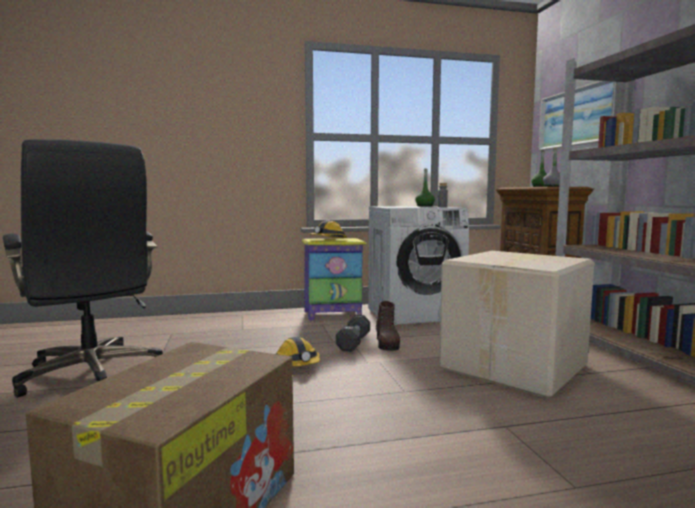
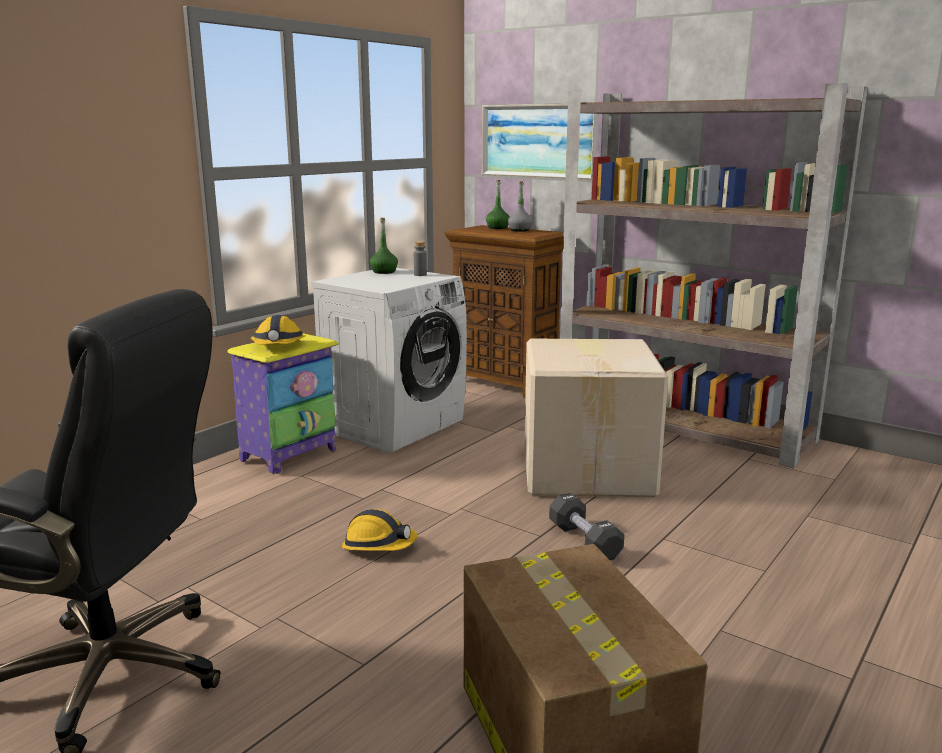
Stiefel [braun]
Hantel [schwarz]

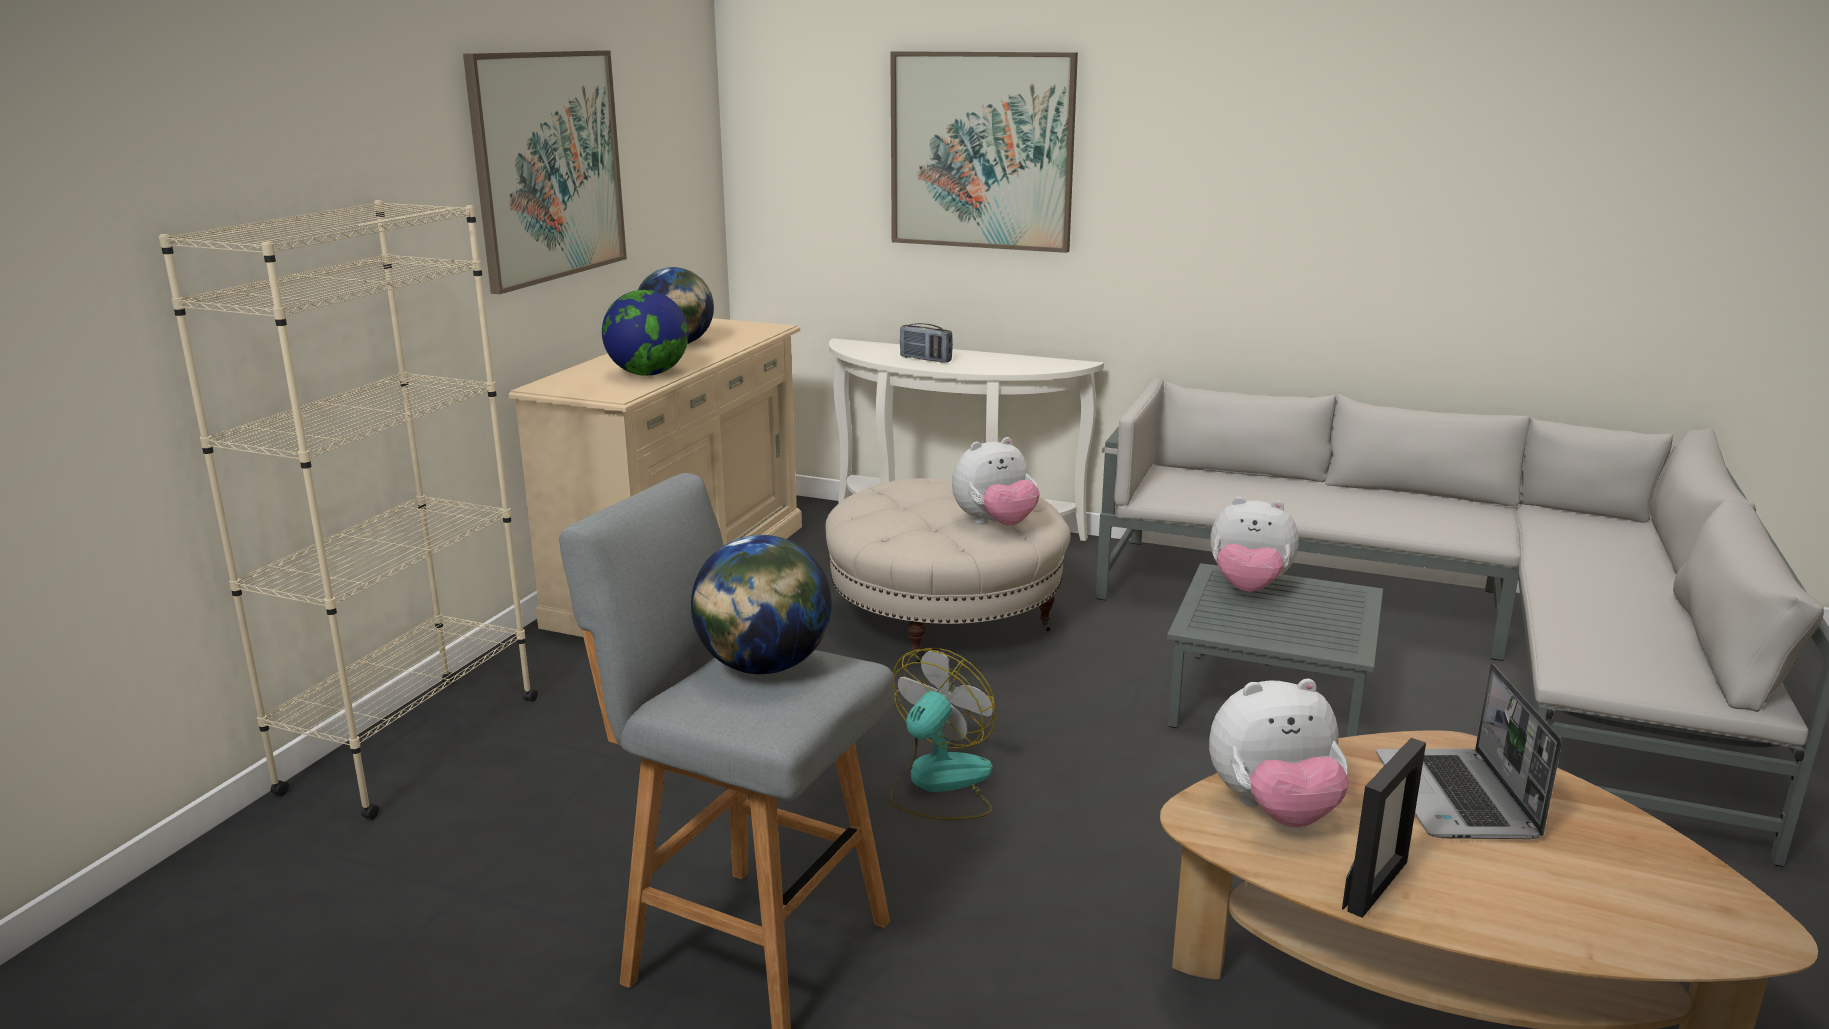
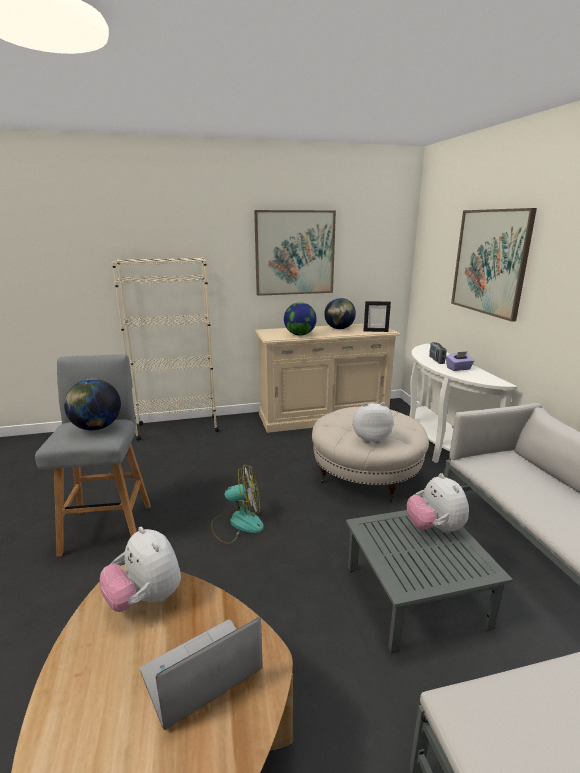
Taschentuchbox [lila]
Bilderrahmen
Plüschtier (2nd from left)

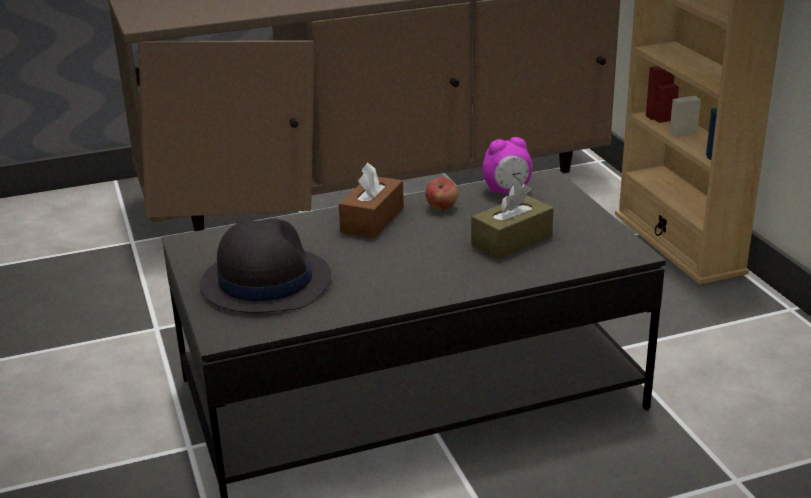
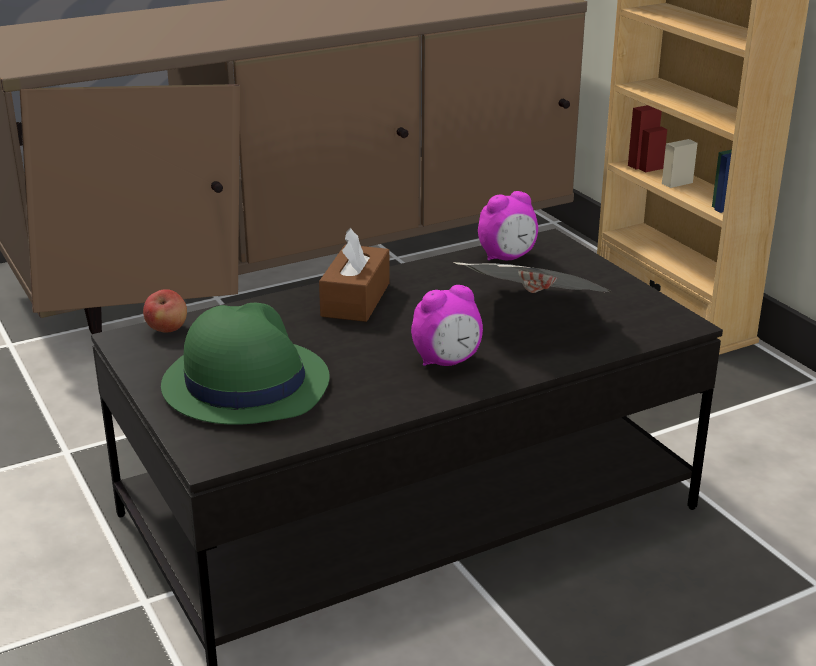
Wecker (1st from left)
Apfel
Zeitung
Hut [grün]

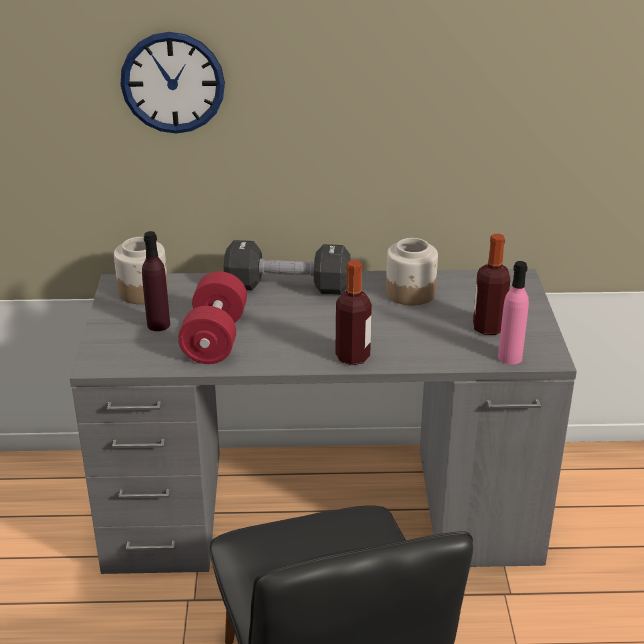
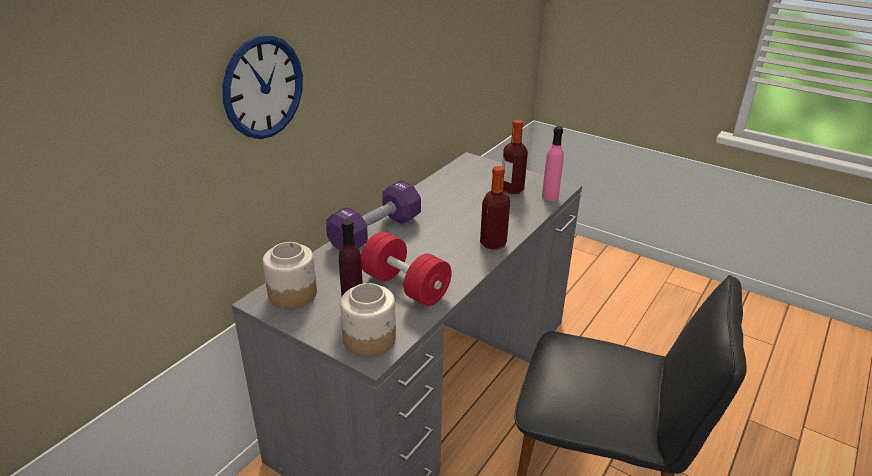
Vorratsglas (2nd from left)
Hantel [lila]

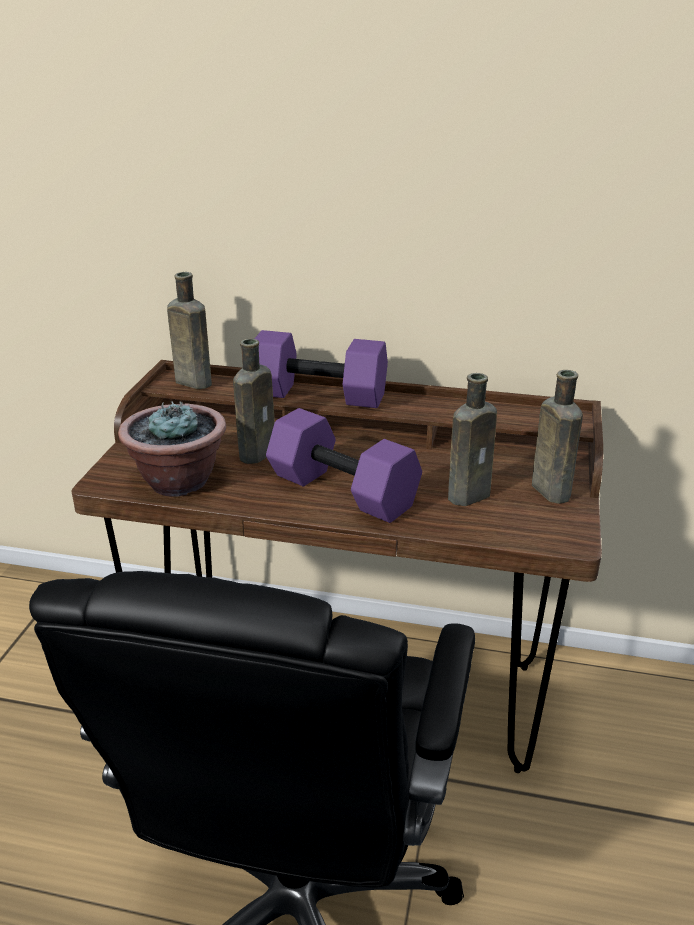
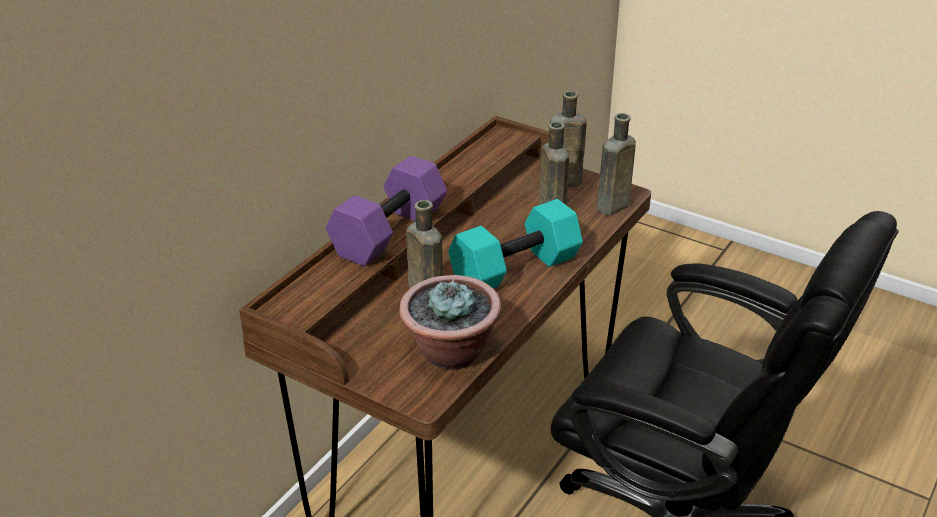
Flasche [braun] (4th from left)
Hantel [türkis]

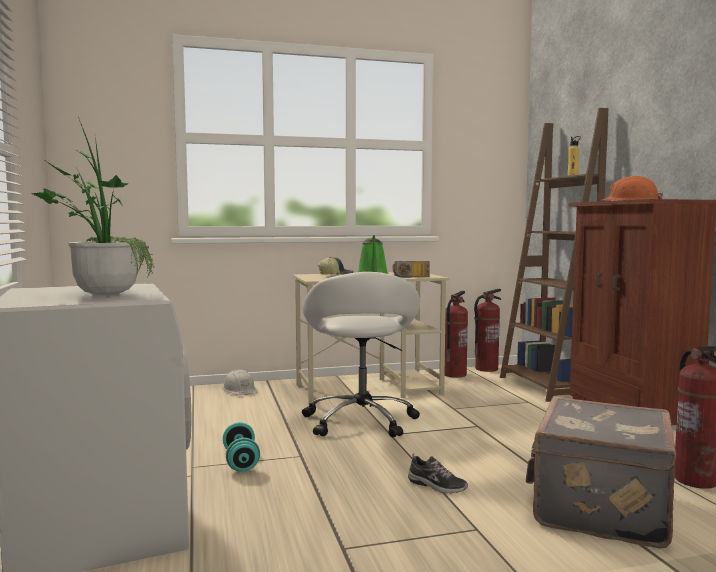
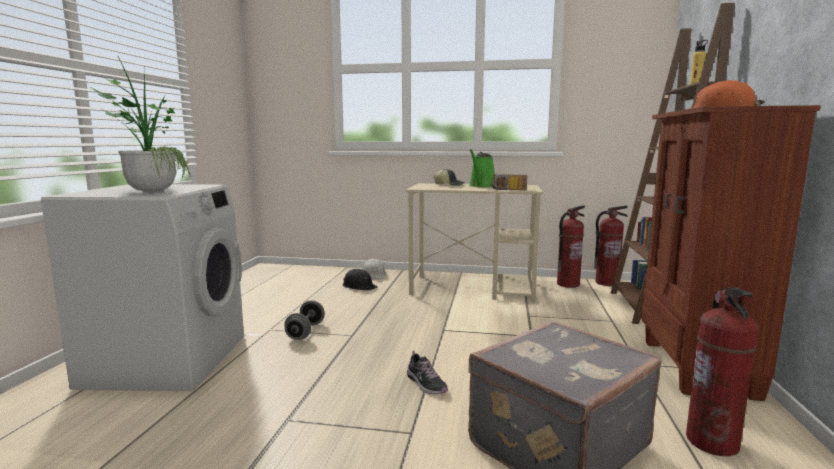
Bürostuhl [weiß]
Schutzhelm [schwarz]
Hantel [grau]

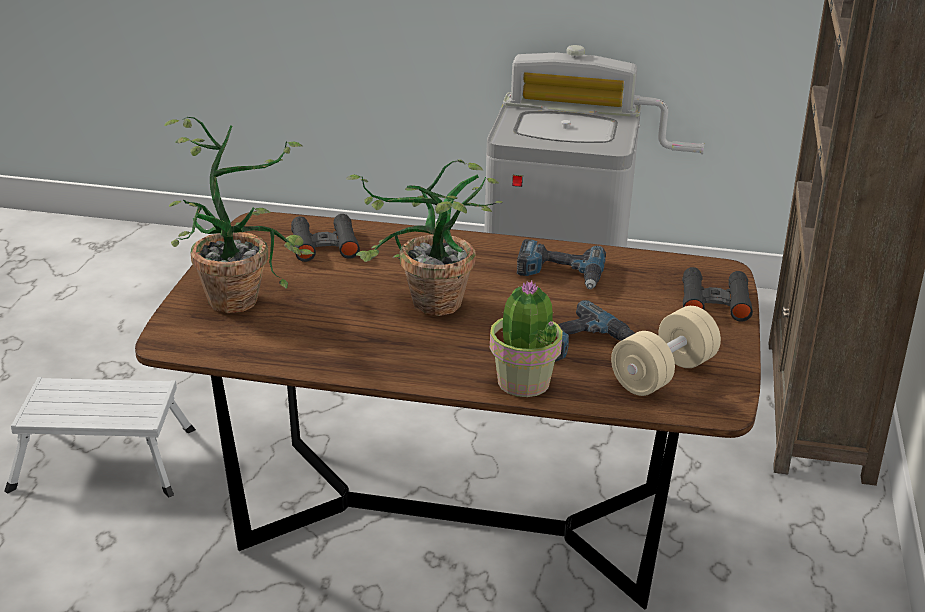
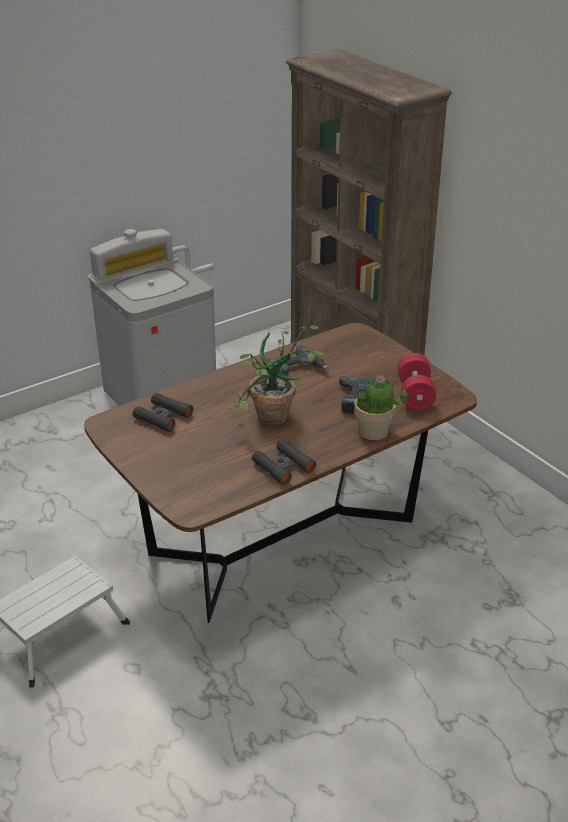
Topfpflanze (1st from left in the first image)
Fernglas [schwarz] (2nd from left)
Hantel [rot]

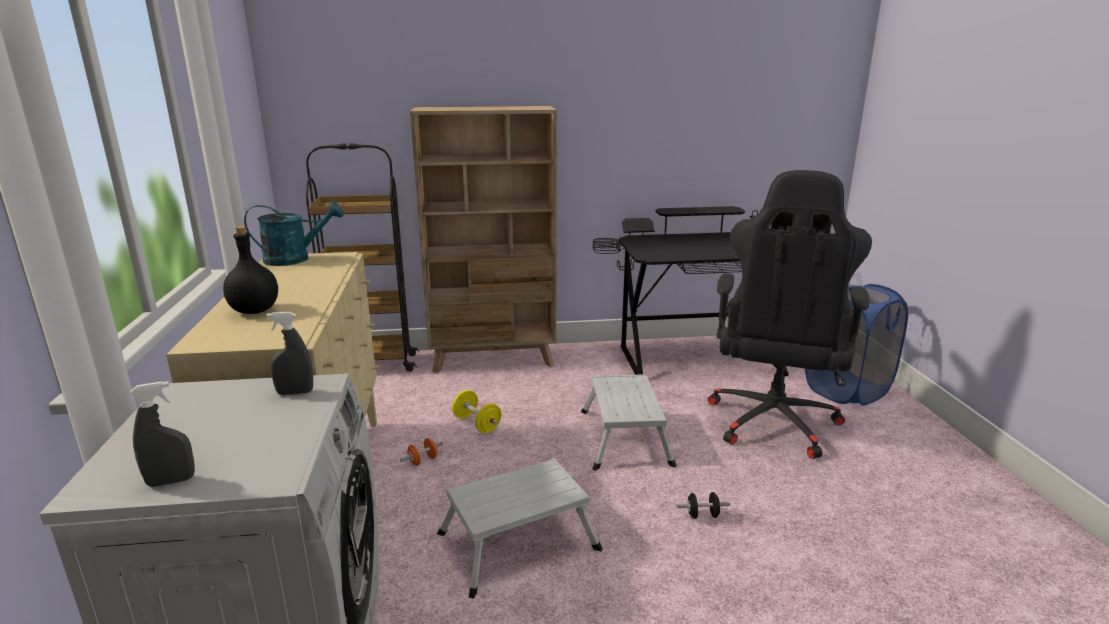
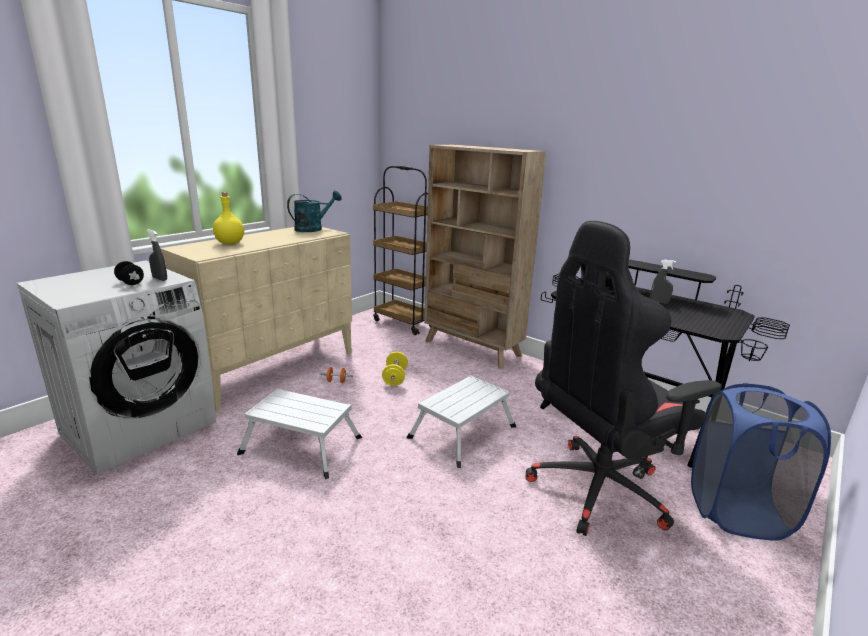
Sprühflasche [grau] (2nd from left)
Hantel [schwarz]
Flasche [gelb]
Gießkanne [türkis]

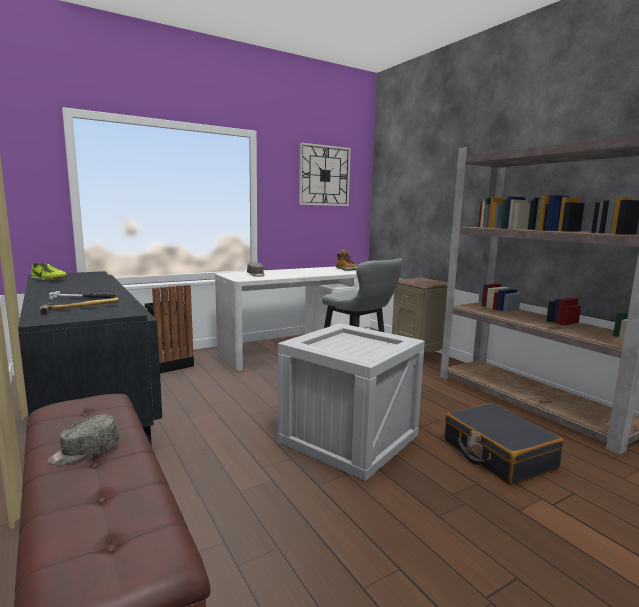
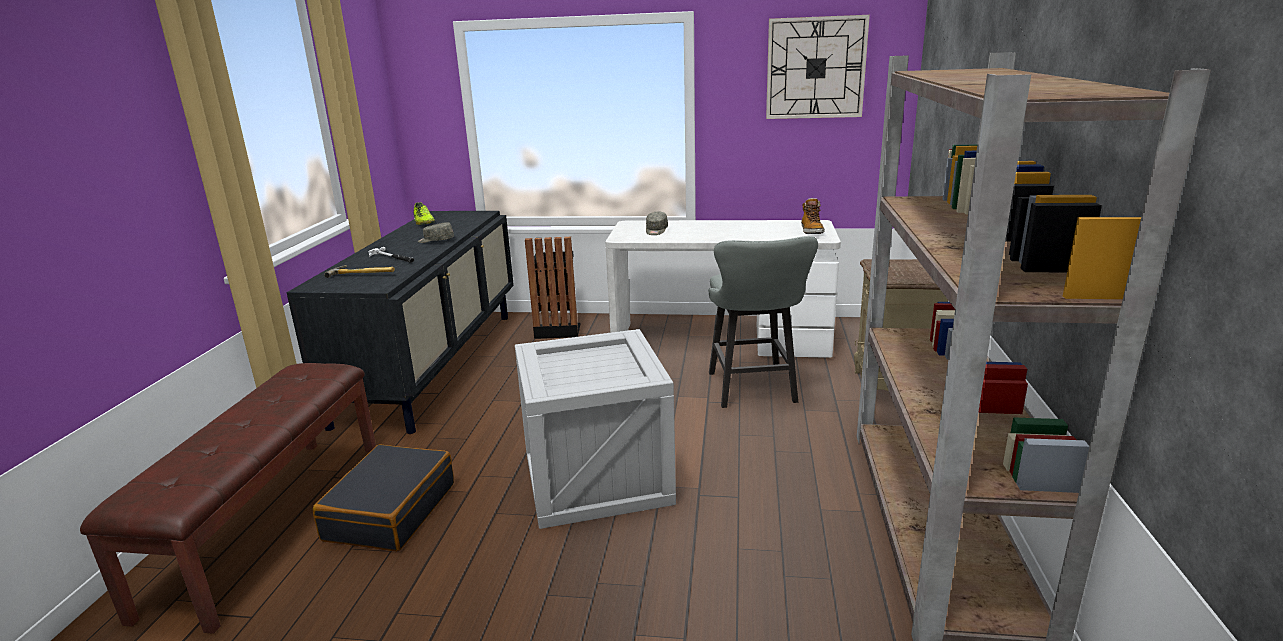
Kappe [grau] (1st from left)
Koffer [schwarz]

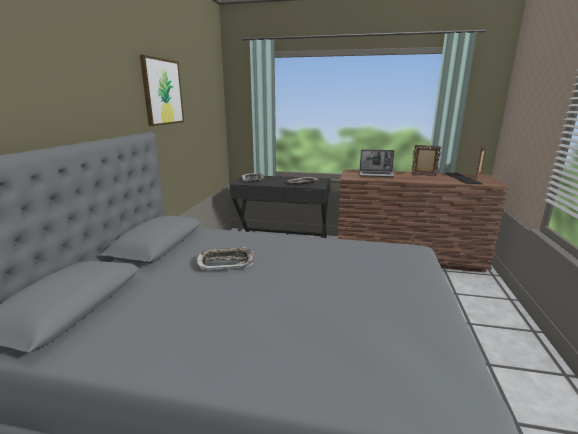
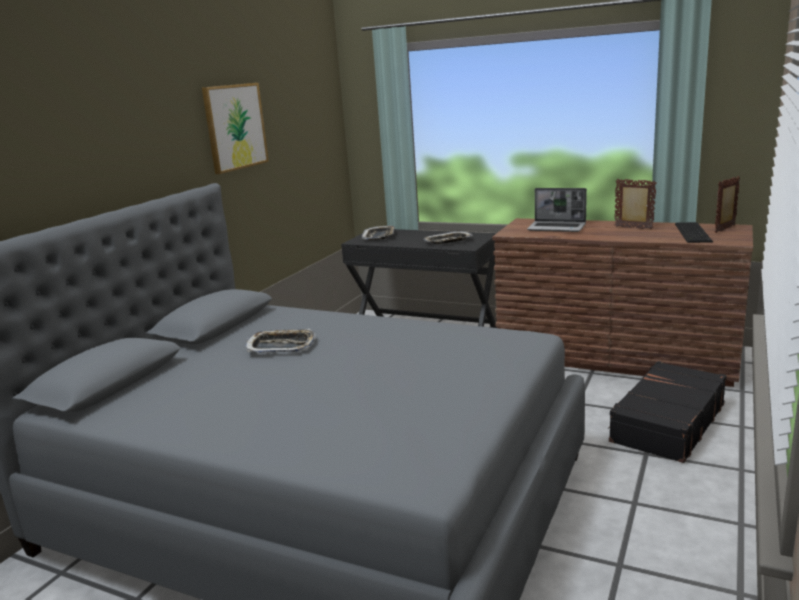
Koffer [schwarz]

